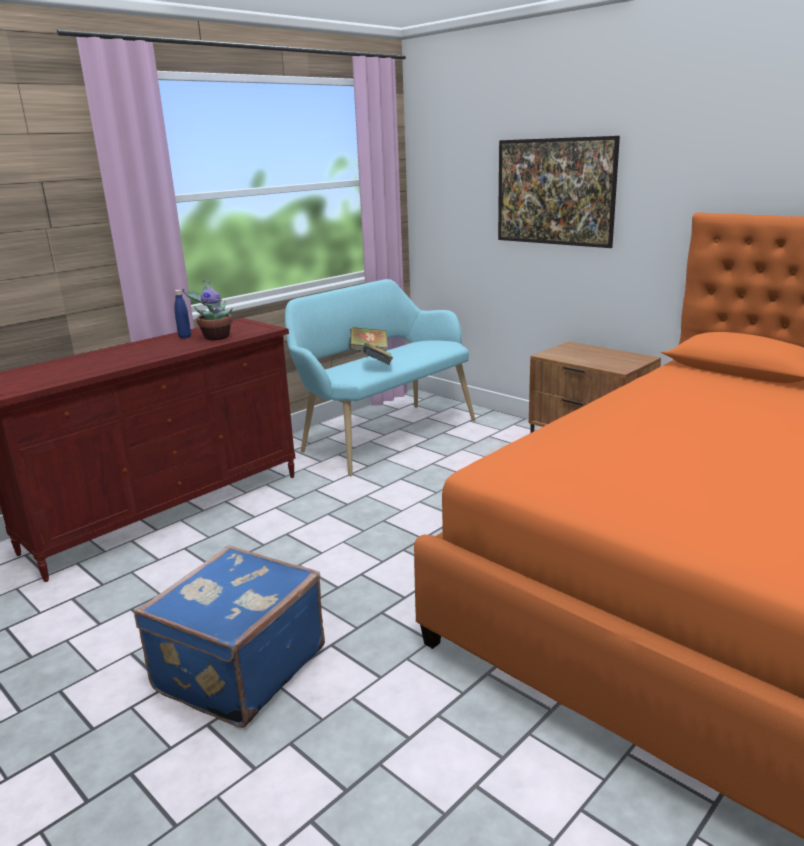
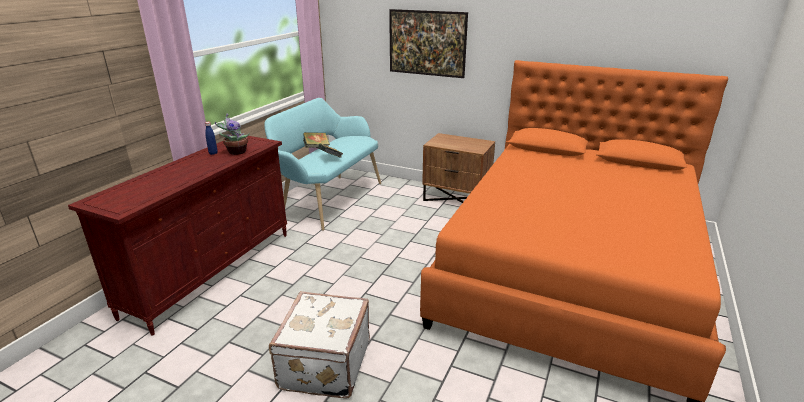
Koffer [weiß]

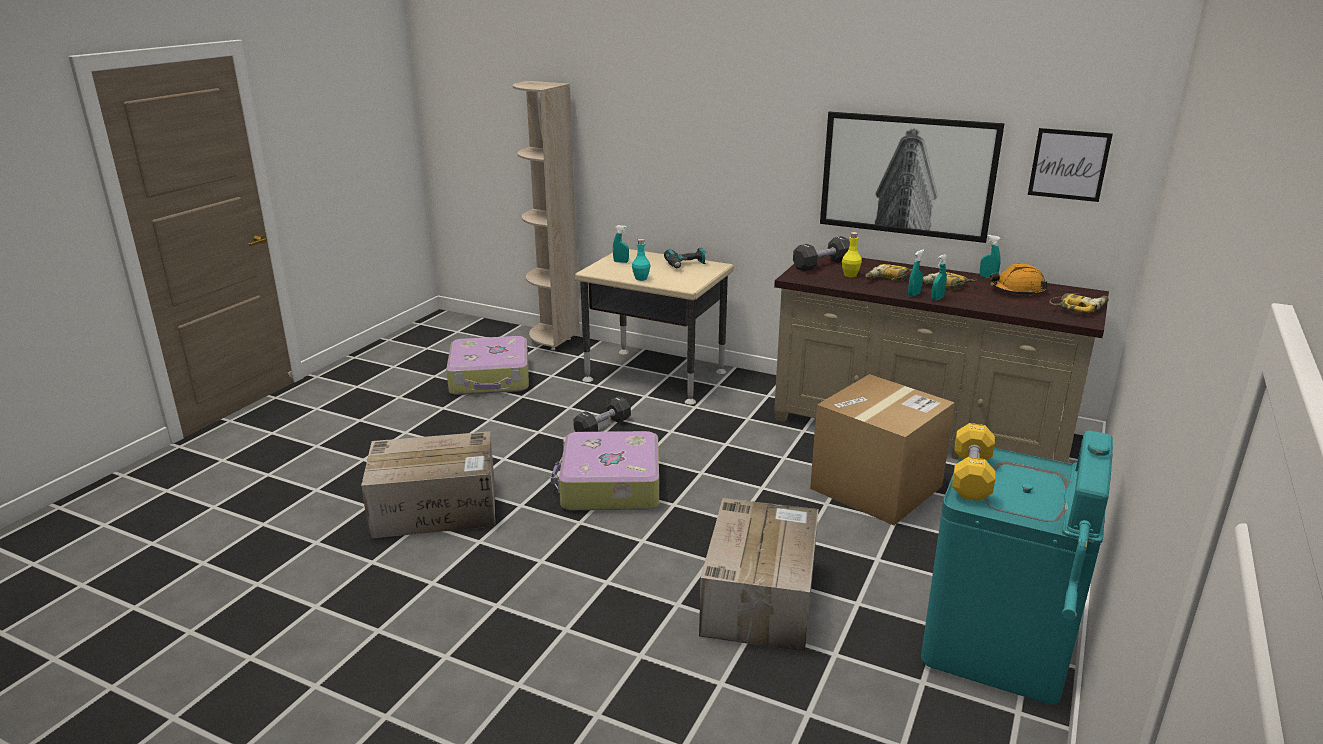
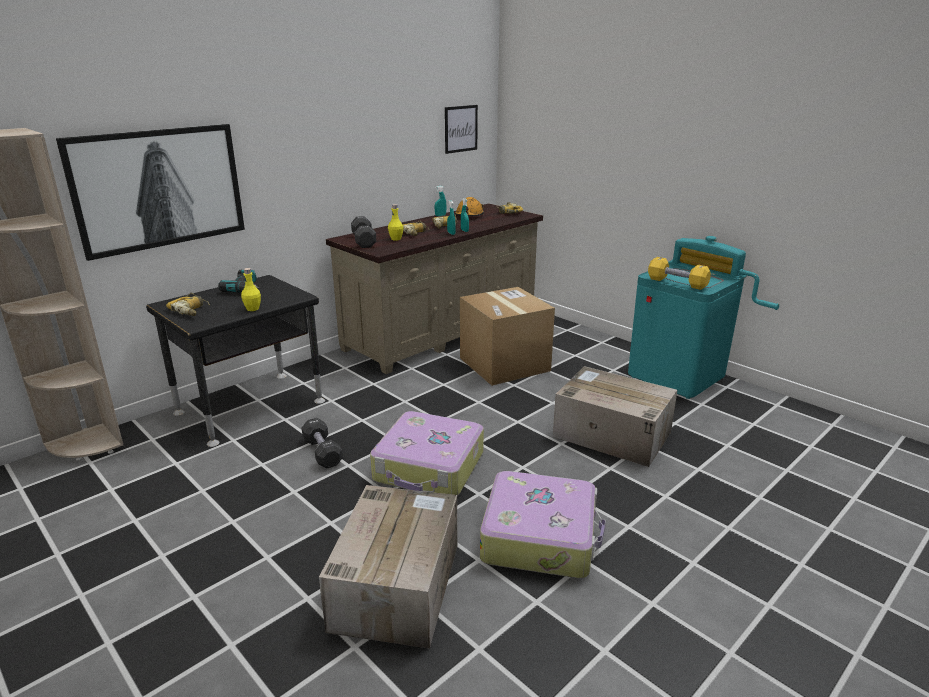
Koffer (2nd from left)
Bild (1st from left)
Bohrmaschine (1st from left)
Schreibtisch [schwarz]
Flasche [gelb] (1st from left)

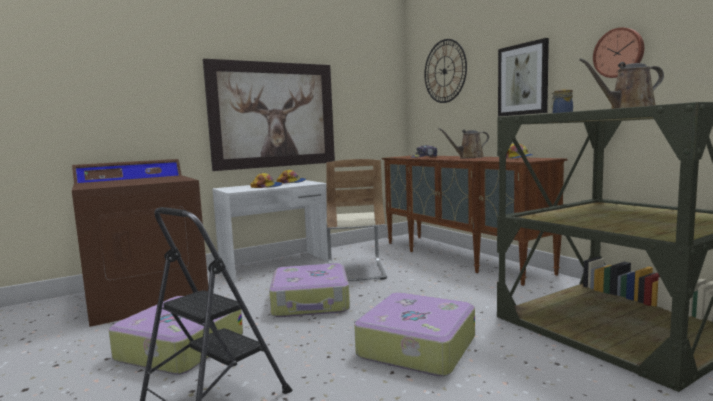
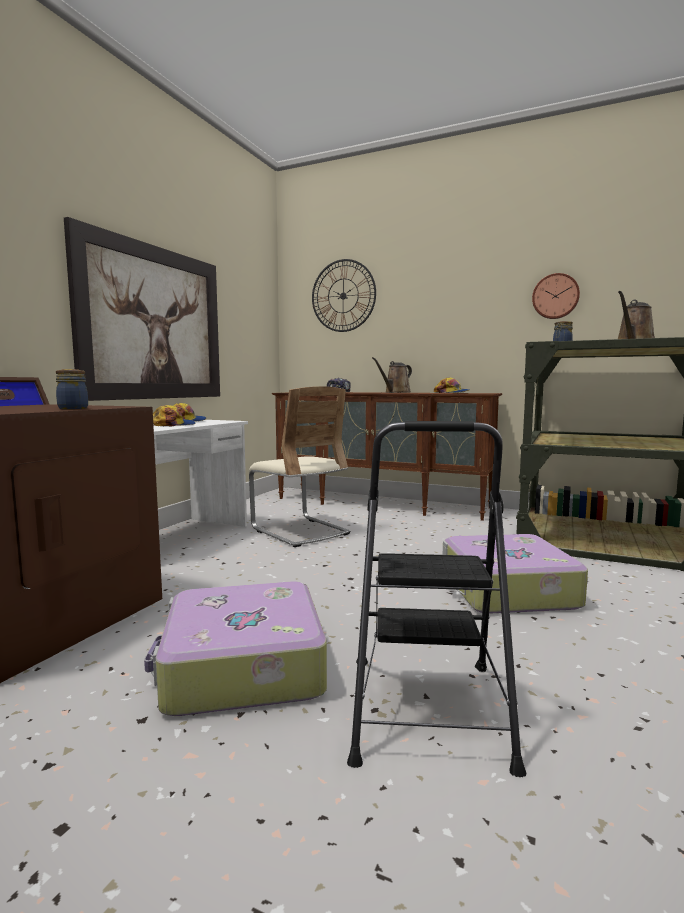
Koffer (2nd from left in the first image)
Bild (2nd from left in the first image)
Vorratsglas (1st from left)

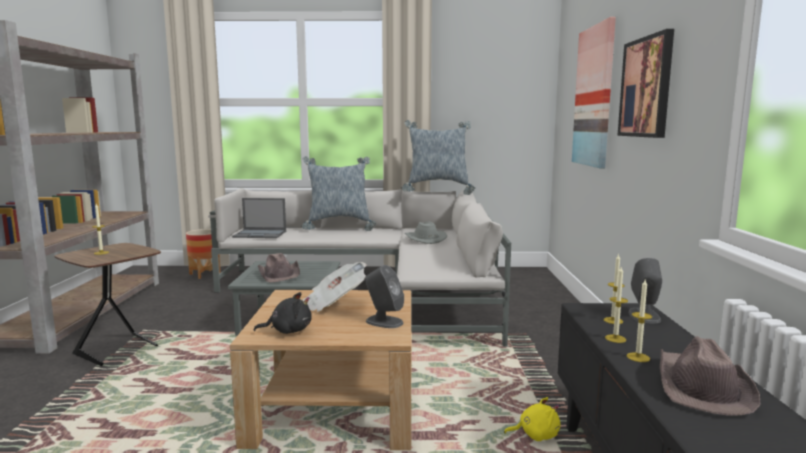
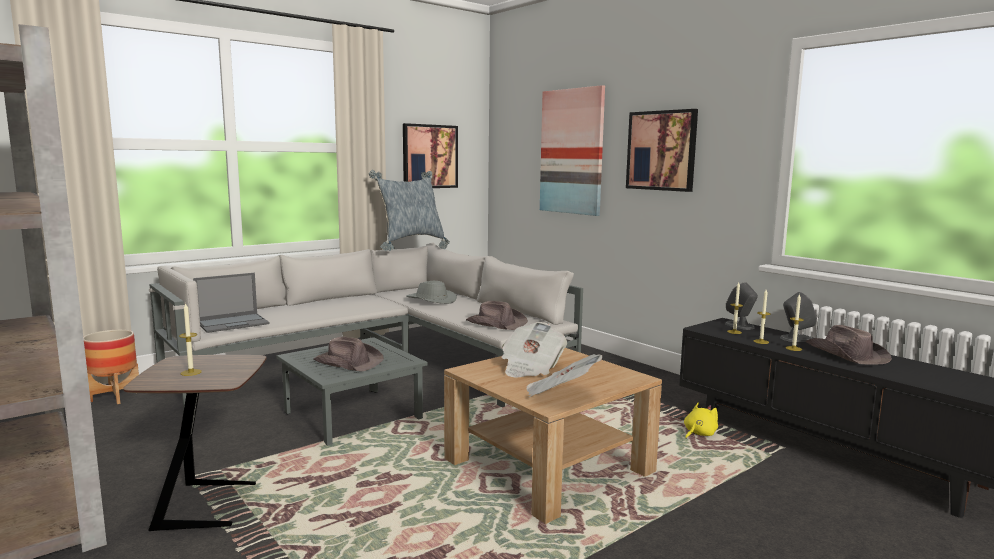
Kissen (1st from left in the first image)
Bild (1st from left)
Hut [braun] (2nd from left)
Lautsprecher [grau] (2nd from left)
Zeitung (2nd from left)

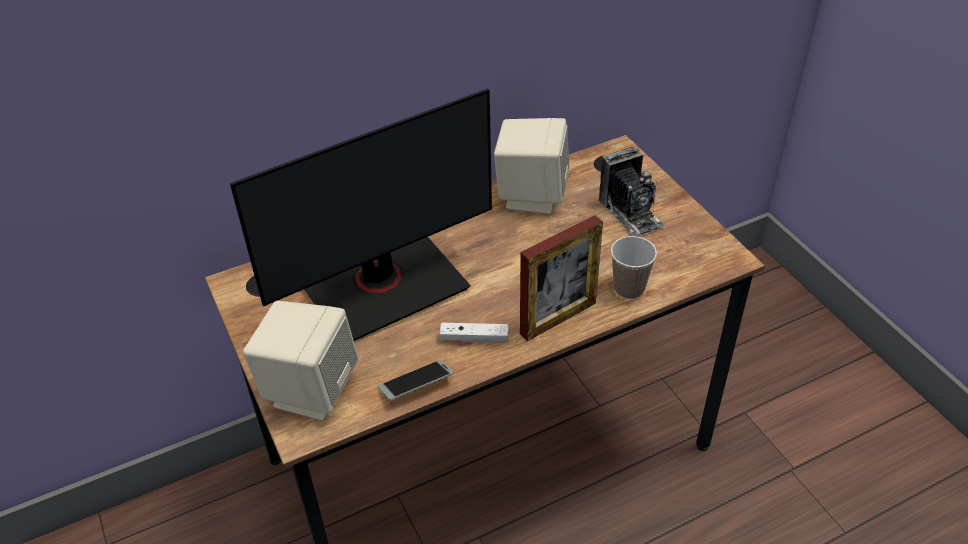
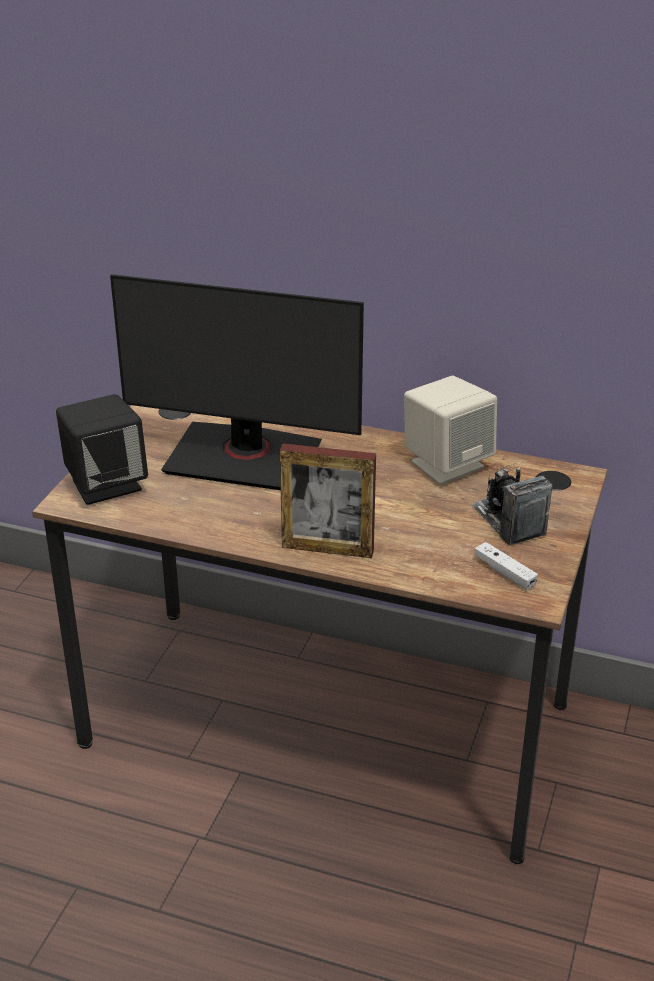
Handy
Tasse
Gamepad [weiß]
Lautsprecher [schwarz]
Kamera

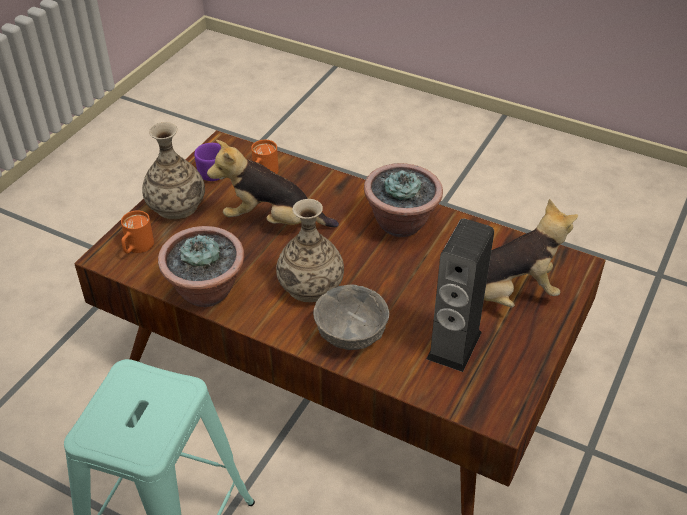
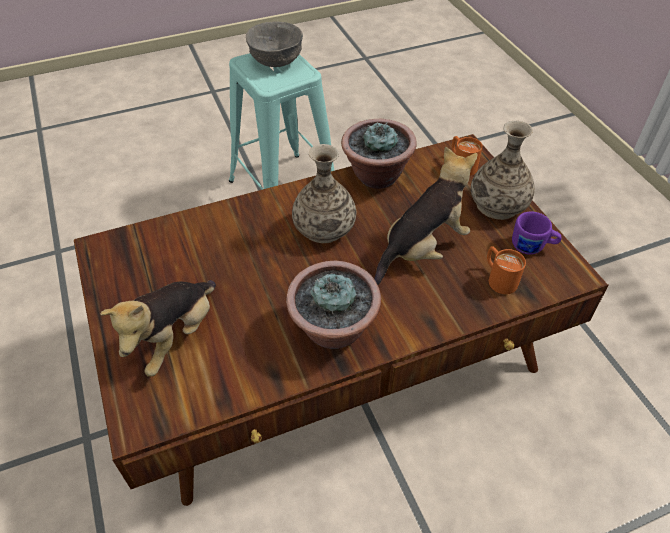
Lautsprecher
Schüssel [grau]

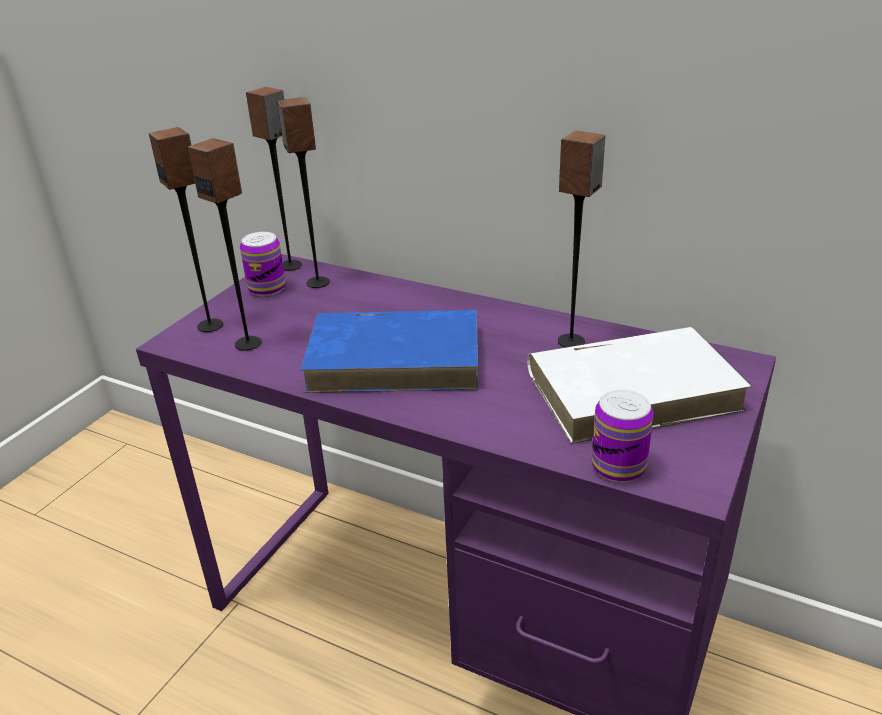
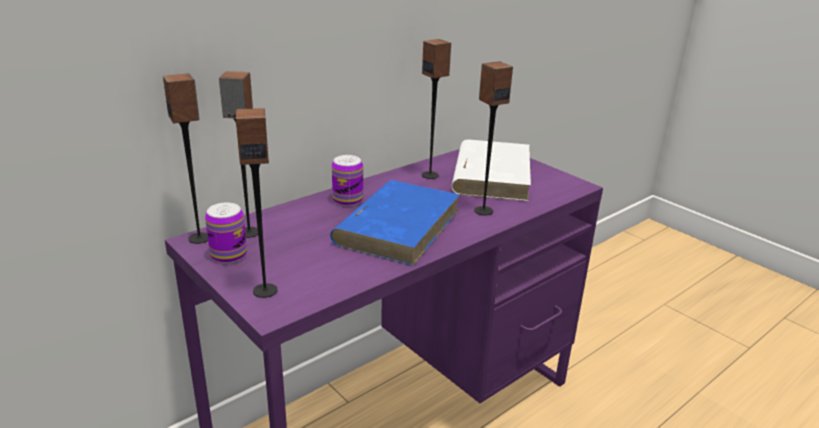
Lautsprecher (5th from left)
Dose (2nd from left)

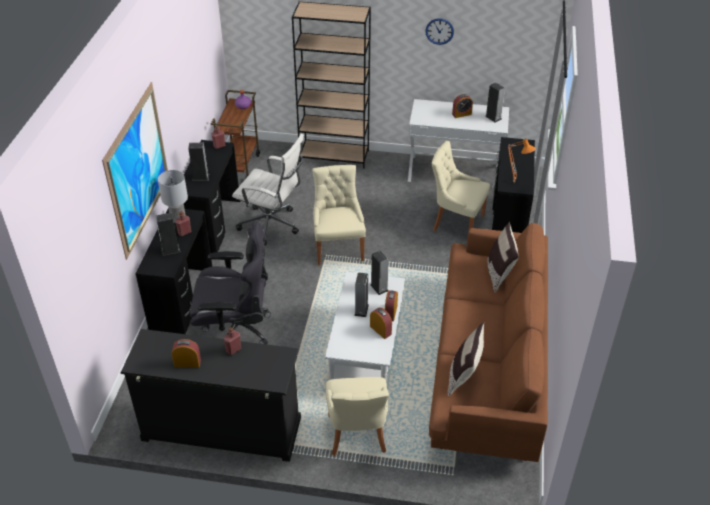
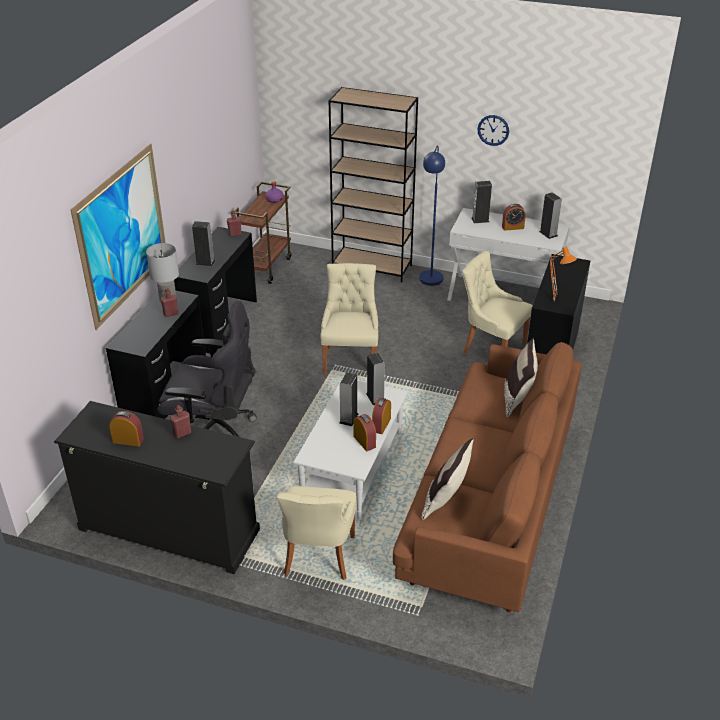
Bürostuhl [weiß]
Stehlampe [blau]
Lautsprecher (4th from left)

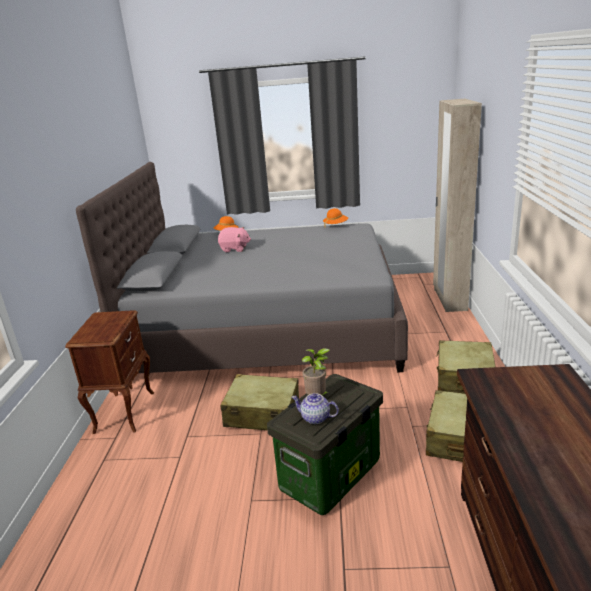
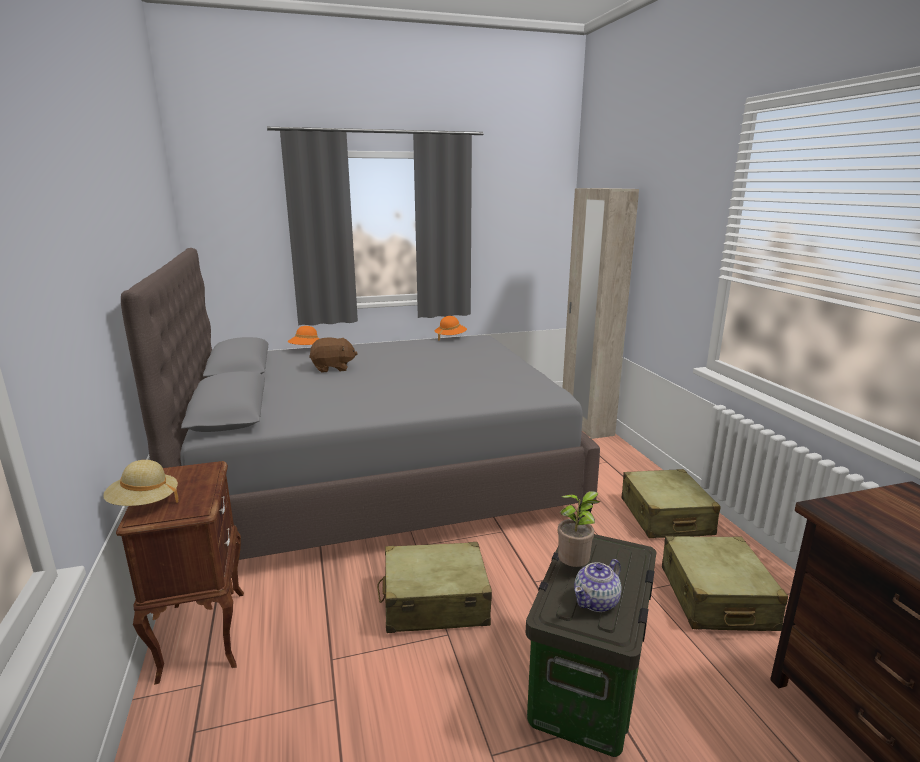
Hut [beige]
Plüschtier [braun]
Teekanne

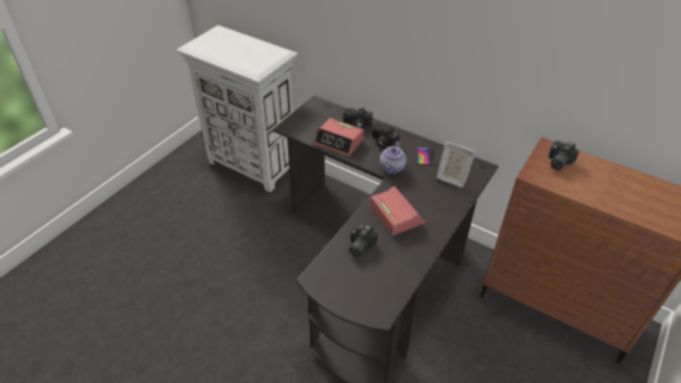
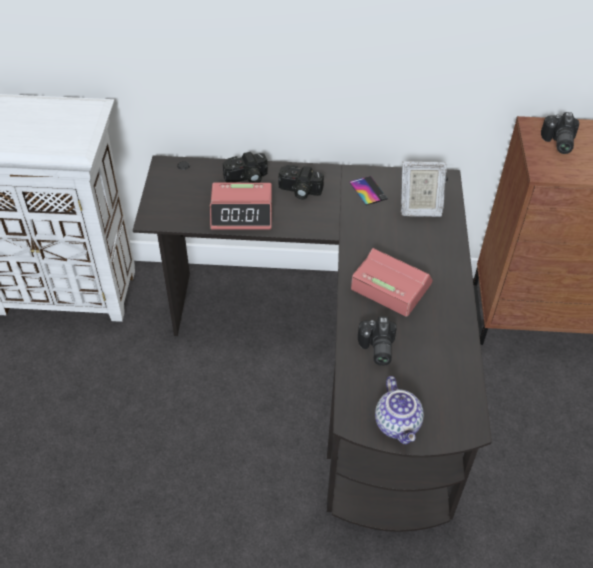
Teekanne

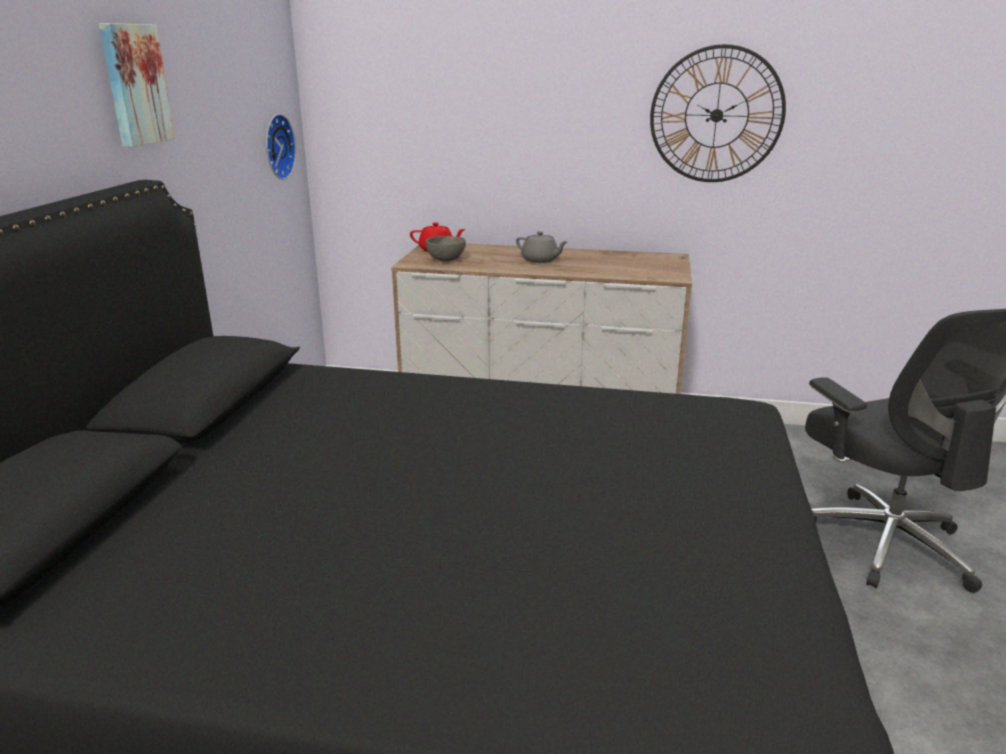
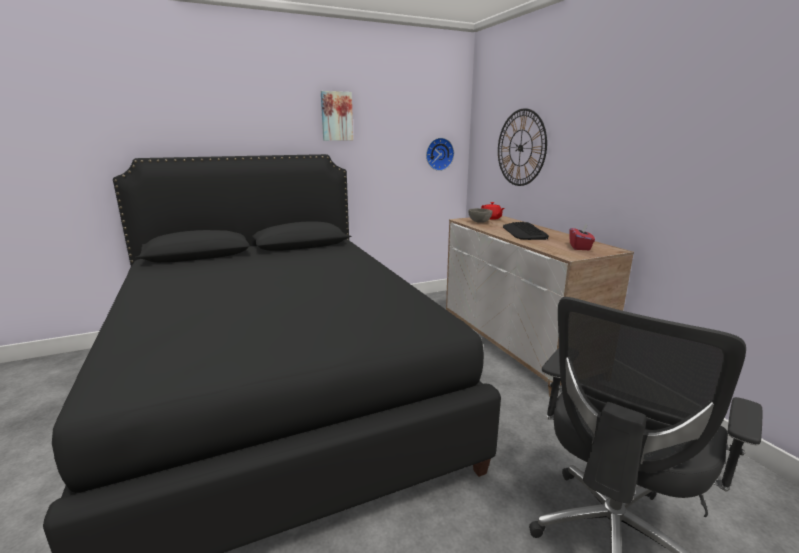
Taschentuchbox [rot]
Wanduhr (2nd from left)
Tastatur

